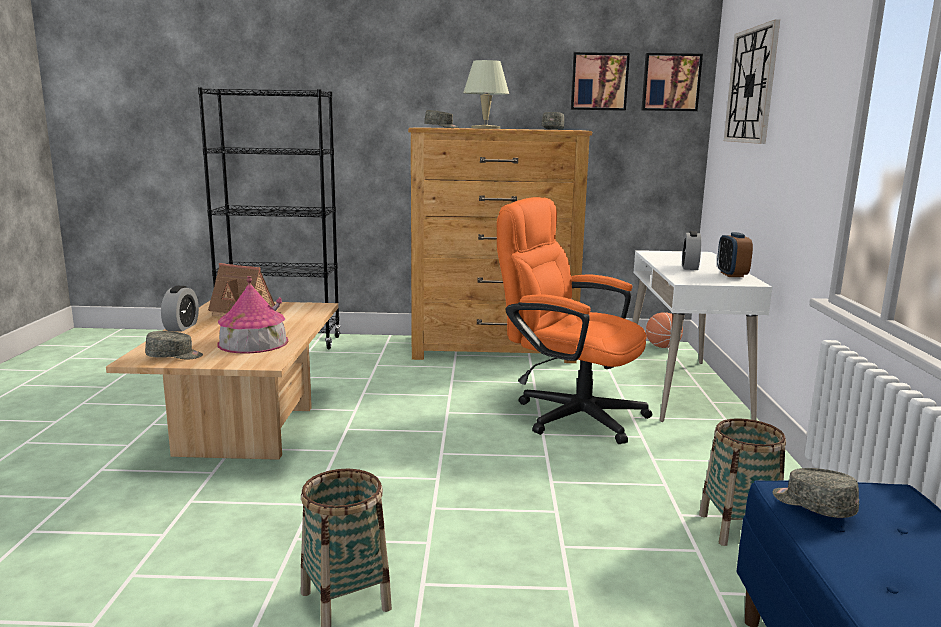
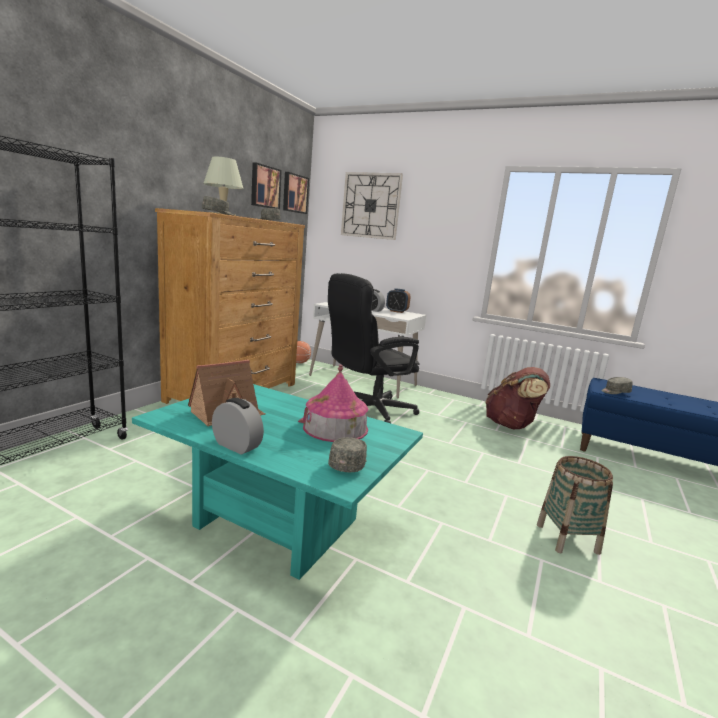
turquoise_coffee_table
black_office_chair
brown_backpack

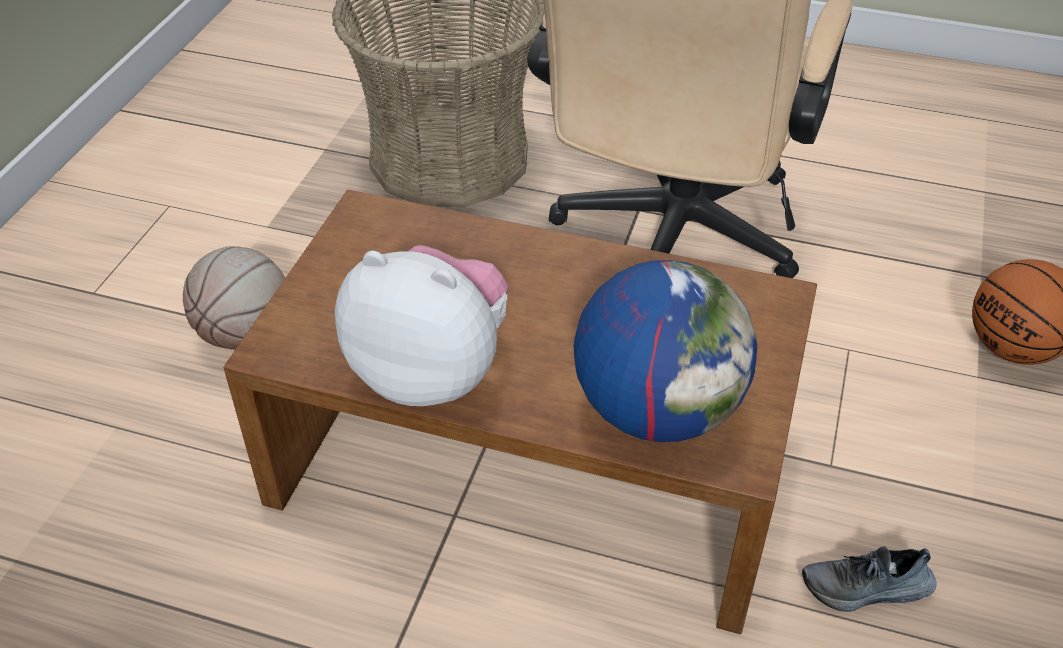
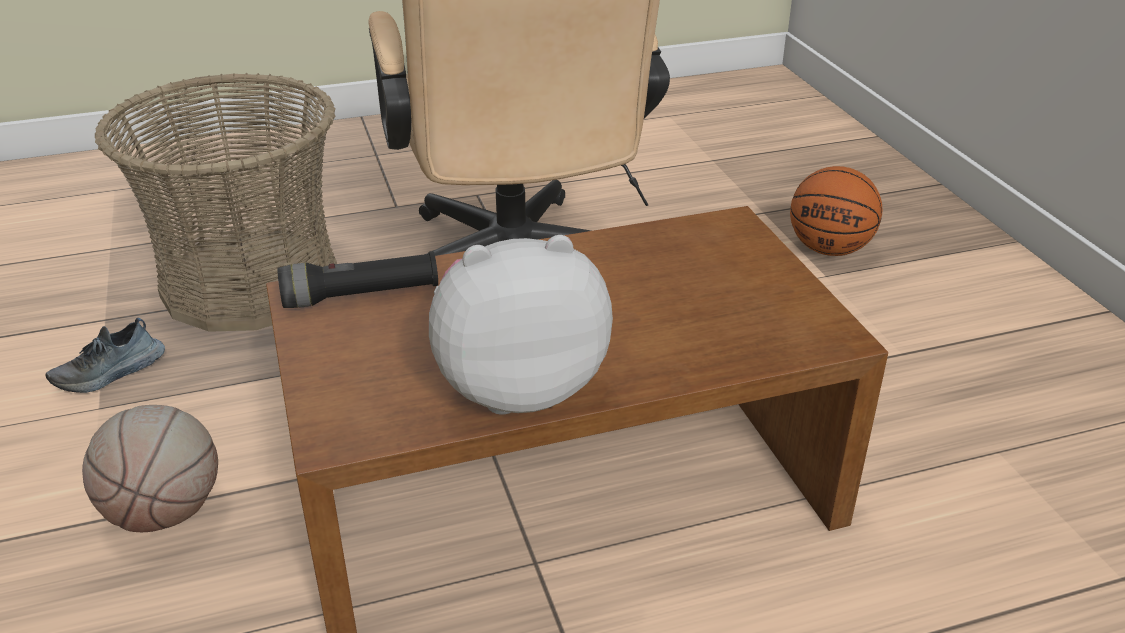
shoe
black_flashlight
globe

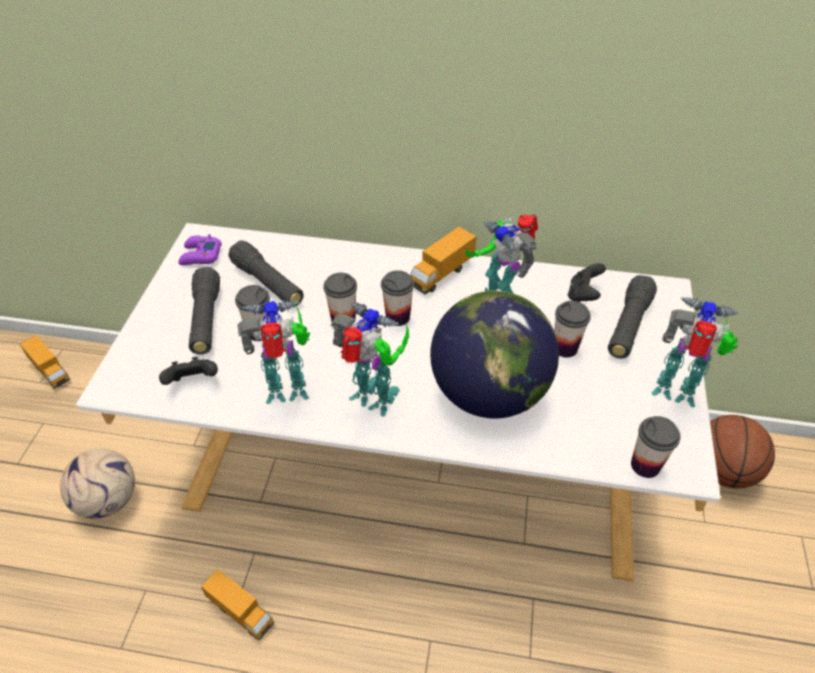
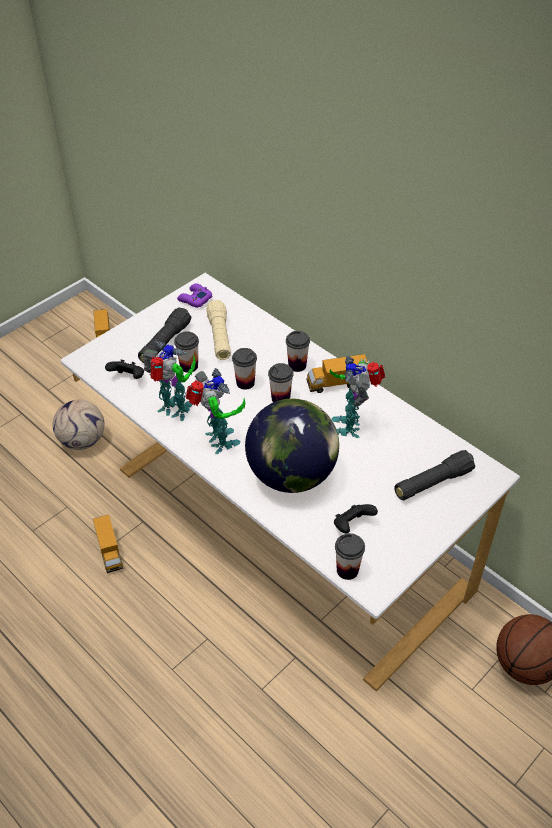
beige_flashlight
cup (4th from left)
black_game_controller (2nd from left)
toy_robot (4th from left in the first image)

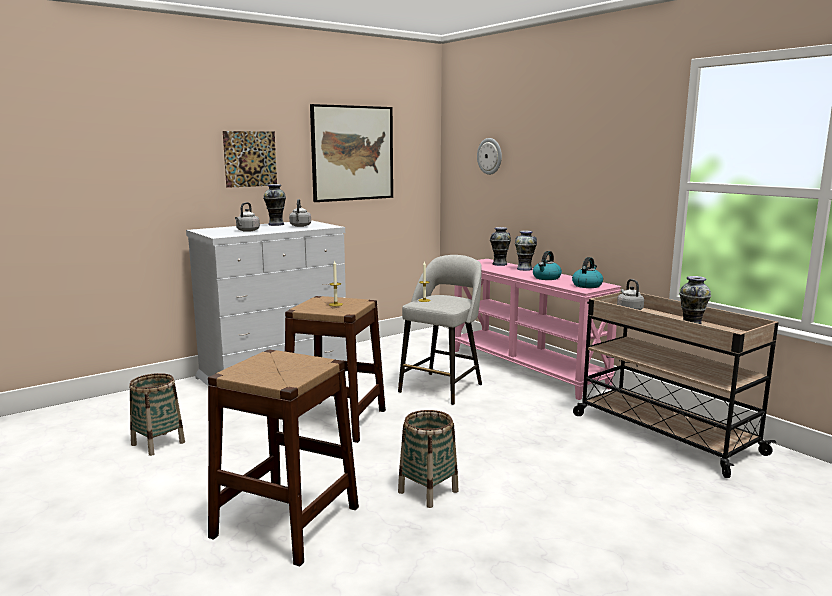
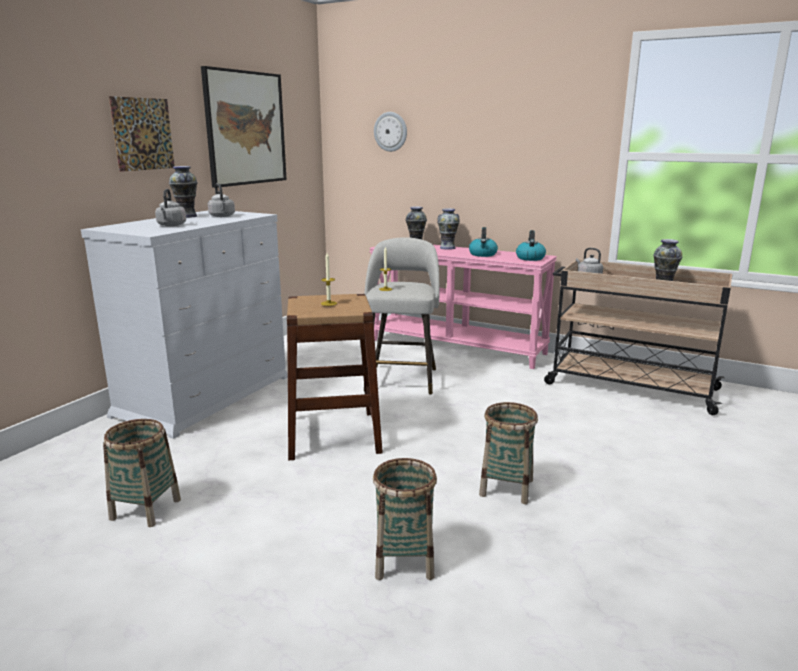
basket (2nd from left)

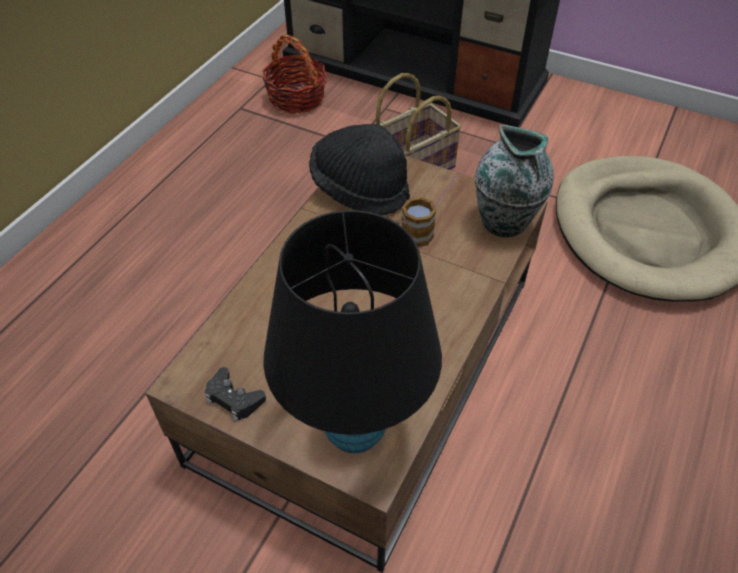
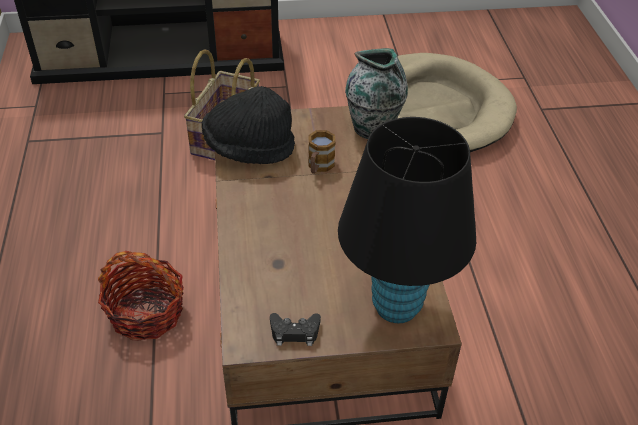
basket (1st from left)

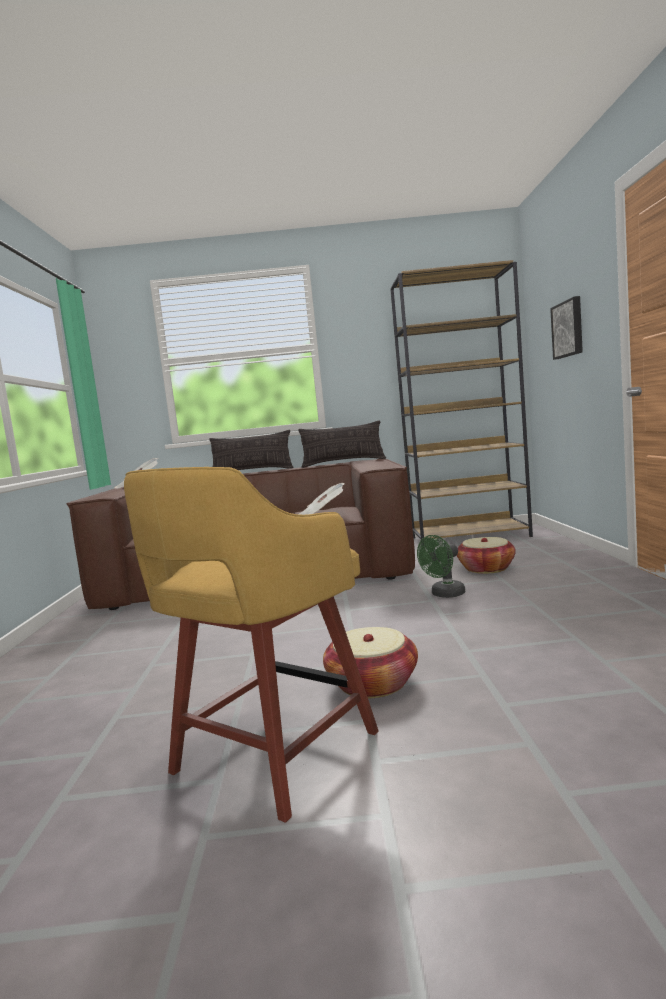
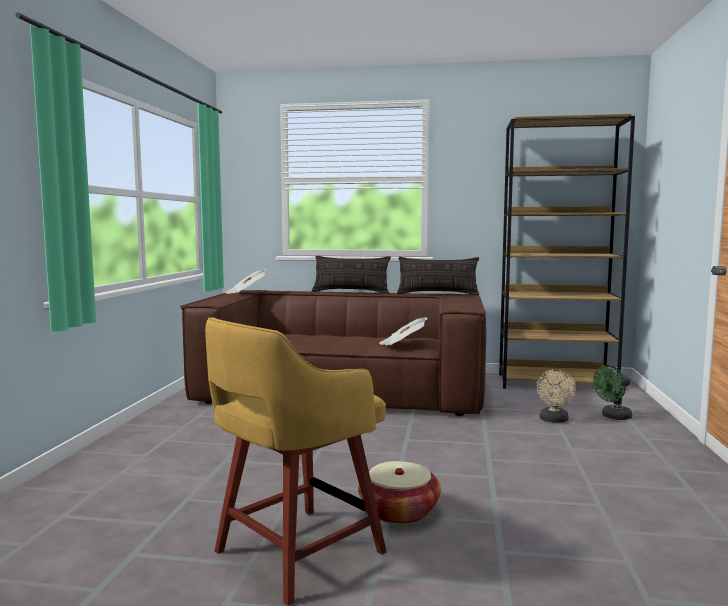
beige_fan
green_fan
picture

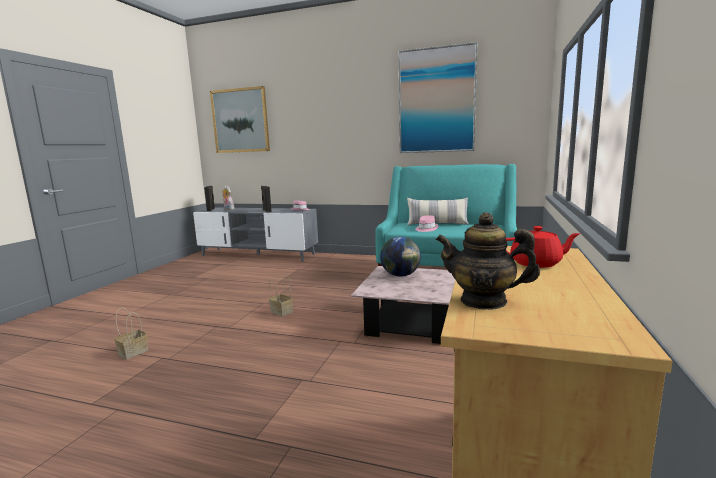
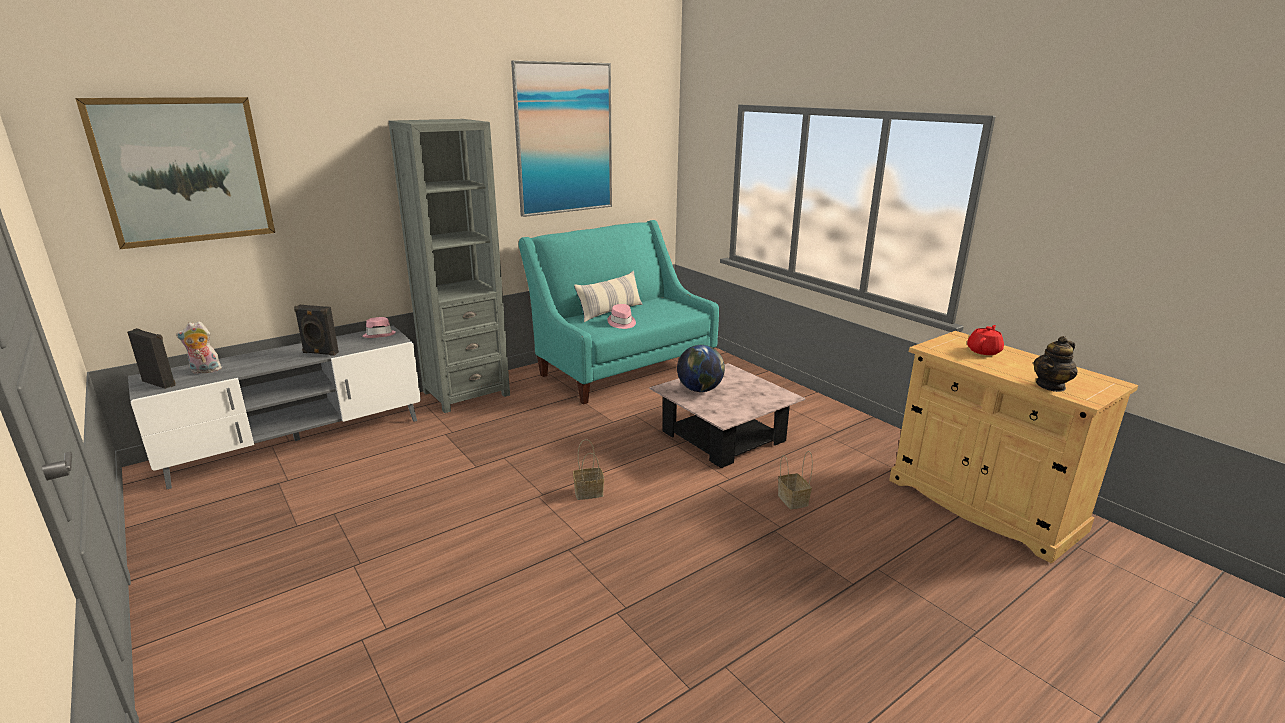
grey_bookcase
basket (2nd from left)

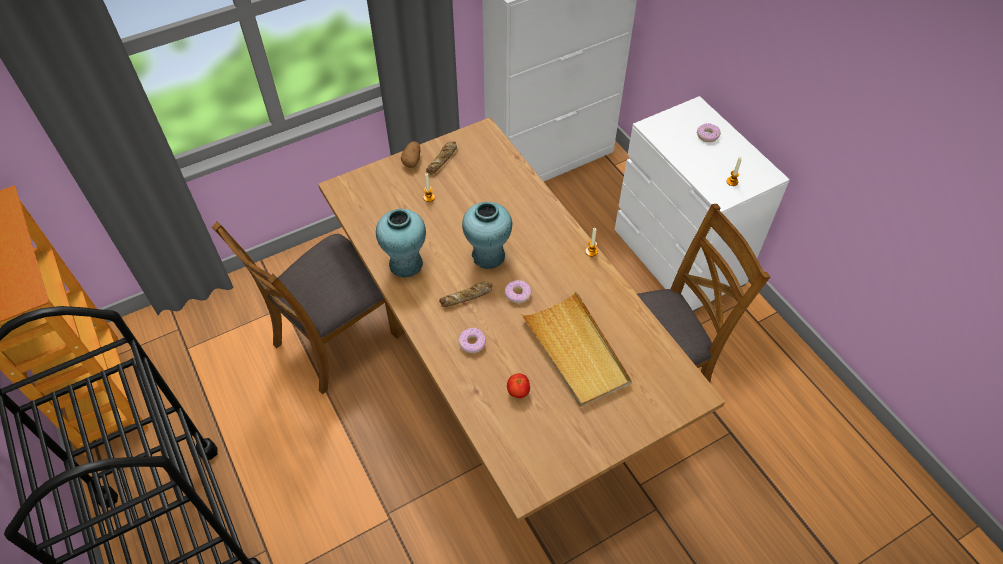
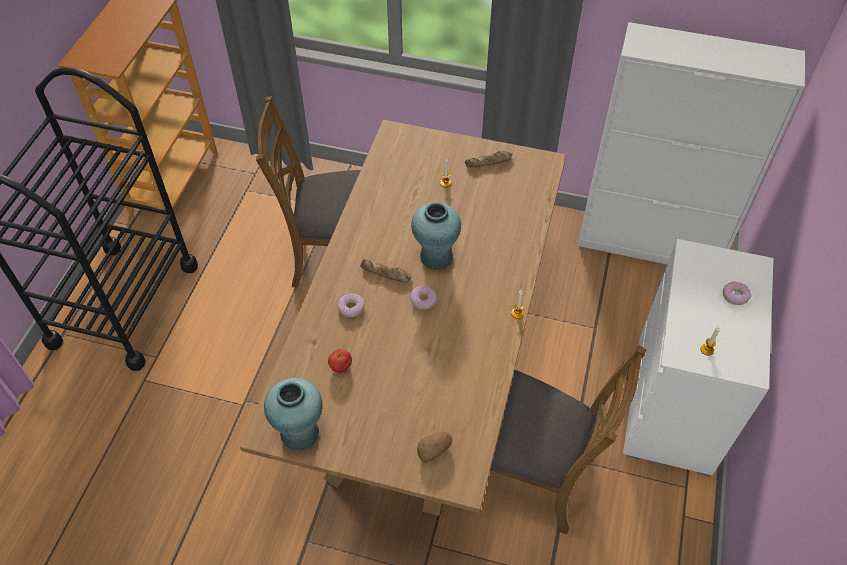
turquoise_vase (1st from left)
potato
beige_tray

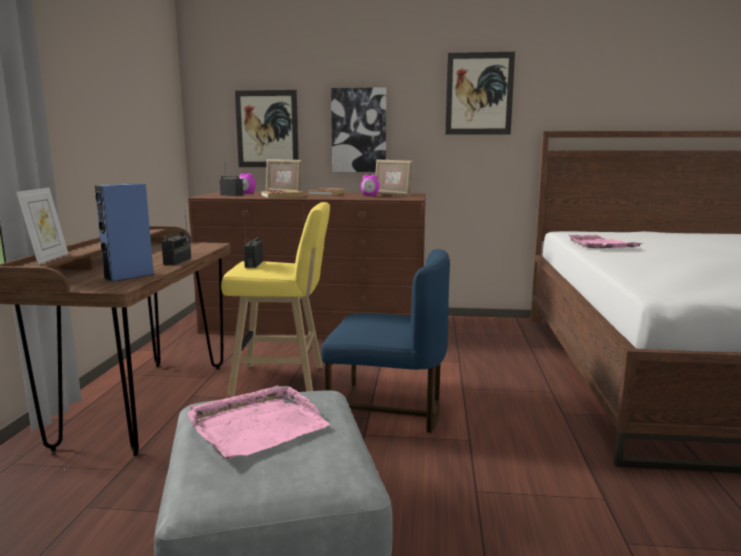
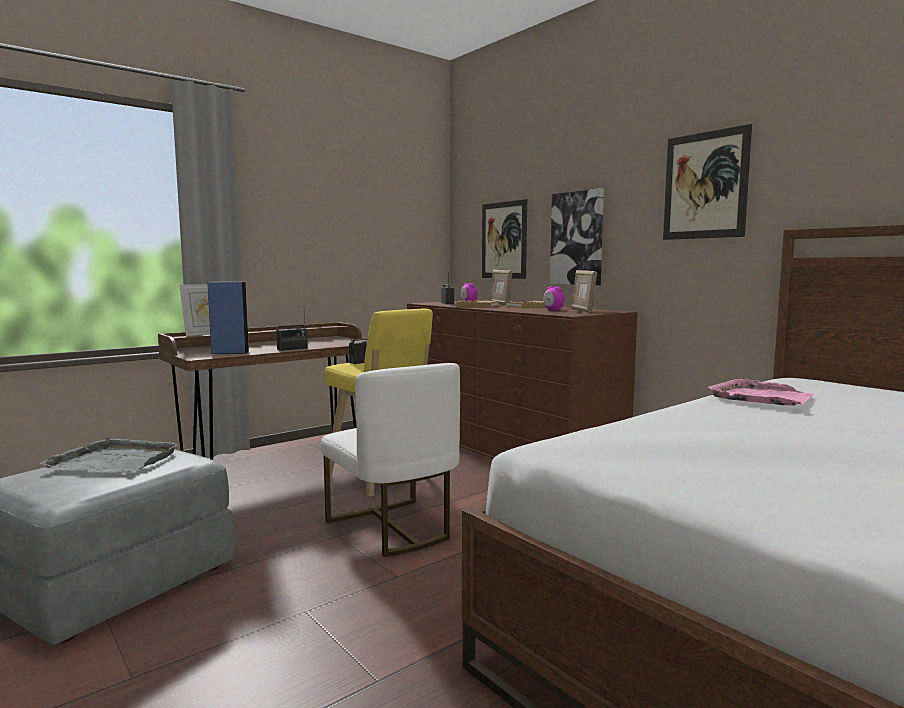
grey_tray
white_chair

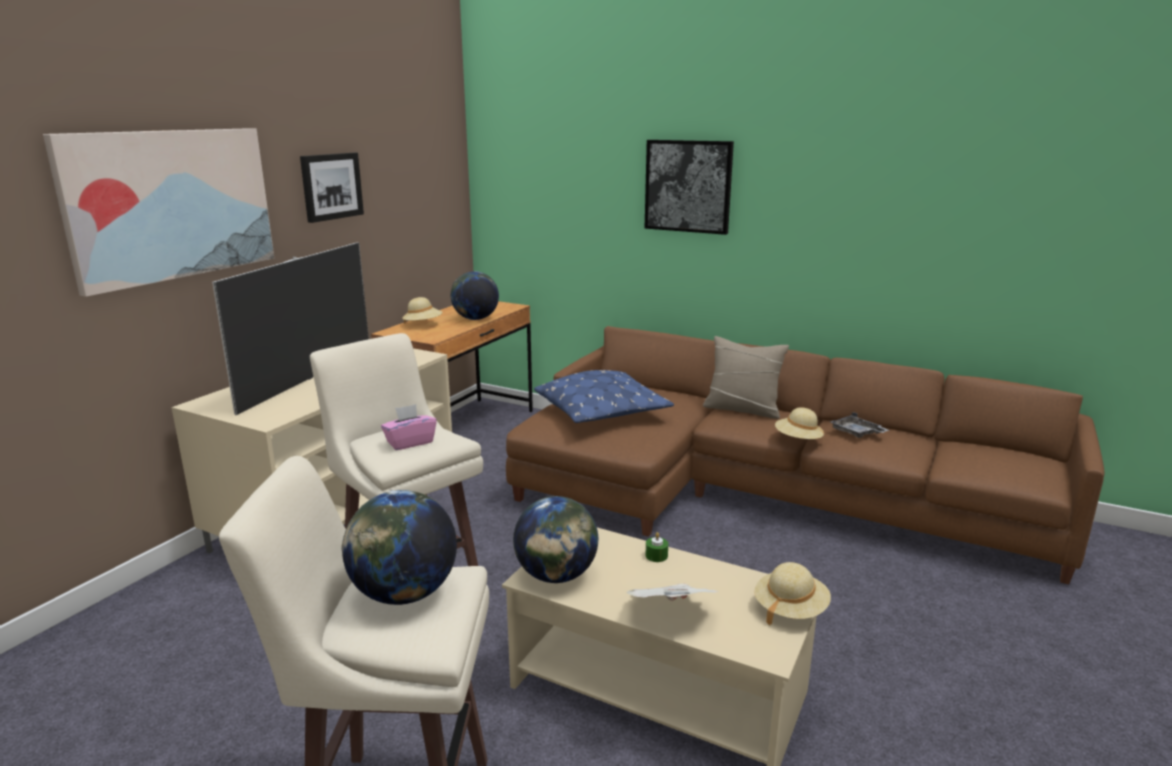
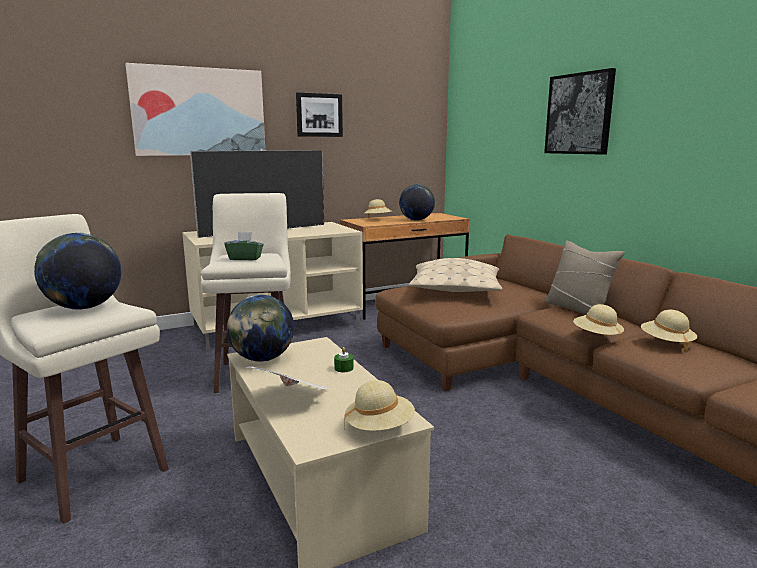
green_tissue_box
beige_pillow (1st from left)
beige_hat (4th from left)

